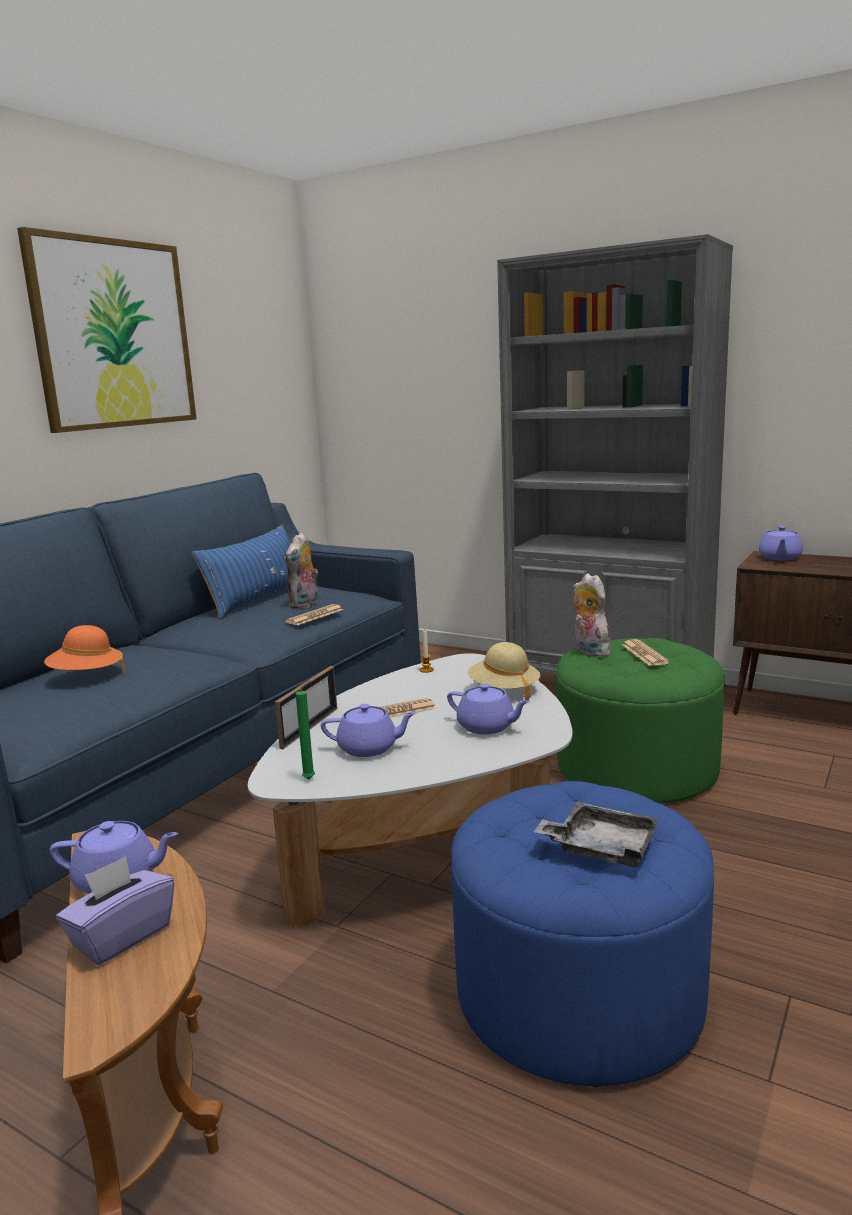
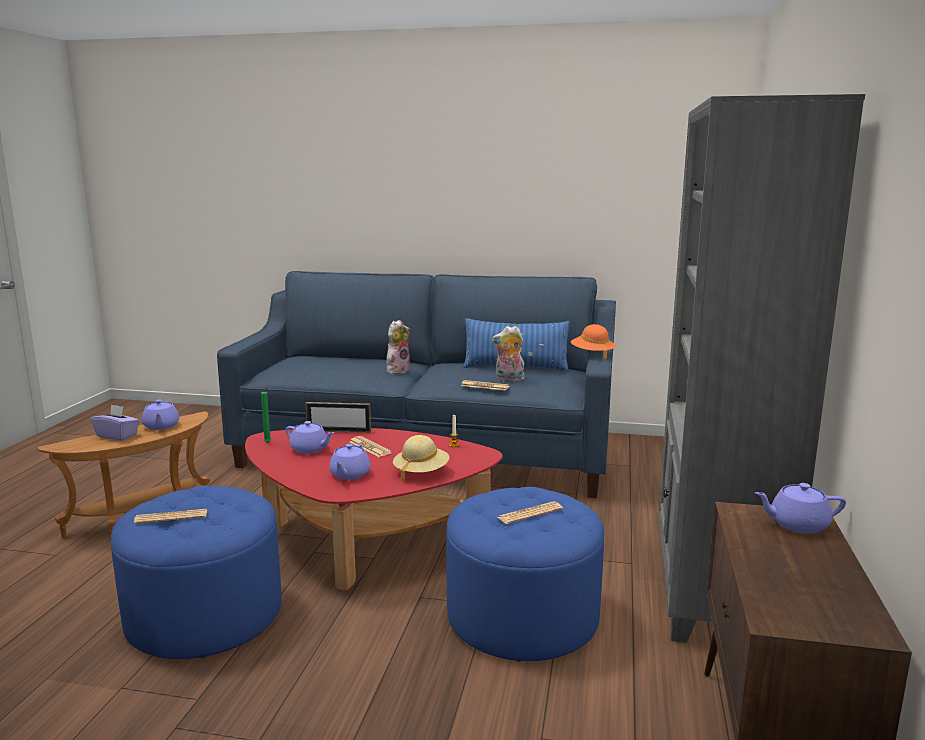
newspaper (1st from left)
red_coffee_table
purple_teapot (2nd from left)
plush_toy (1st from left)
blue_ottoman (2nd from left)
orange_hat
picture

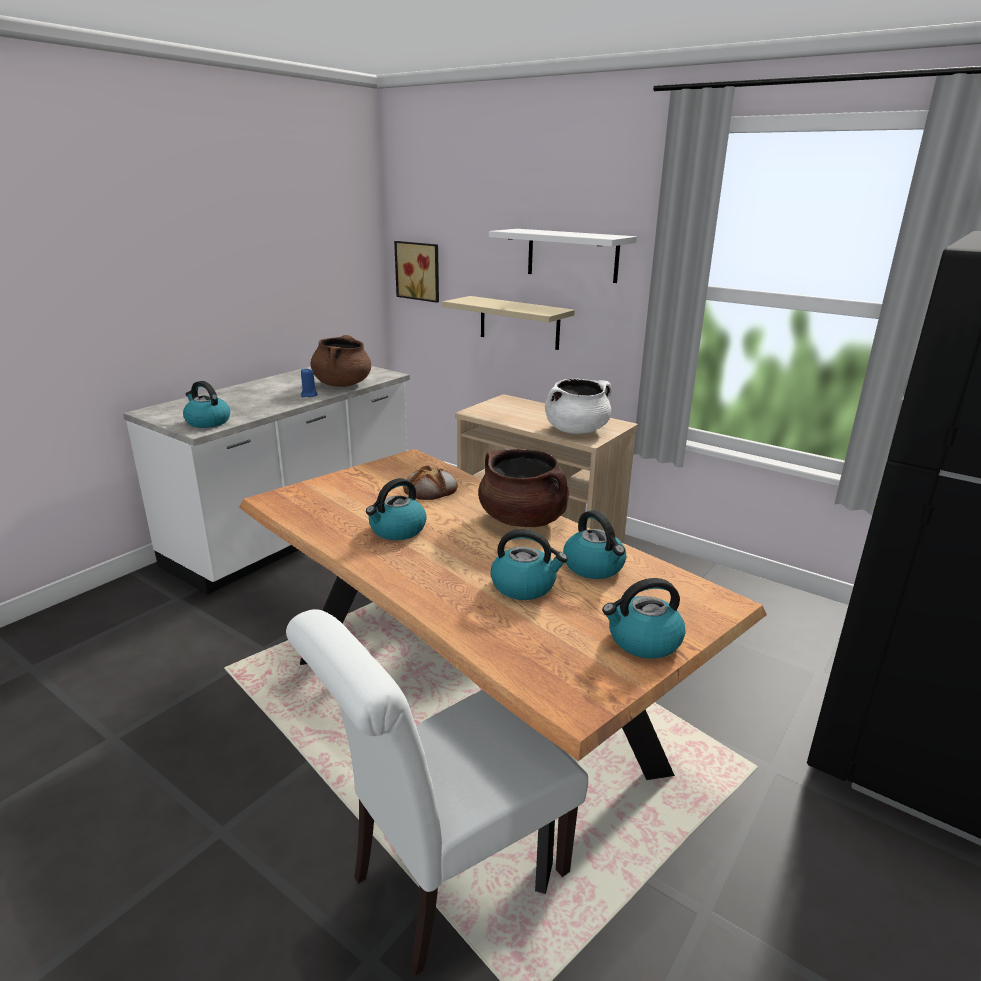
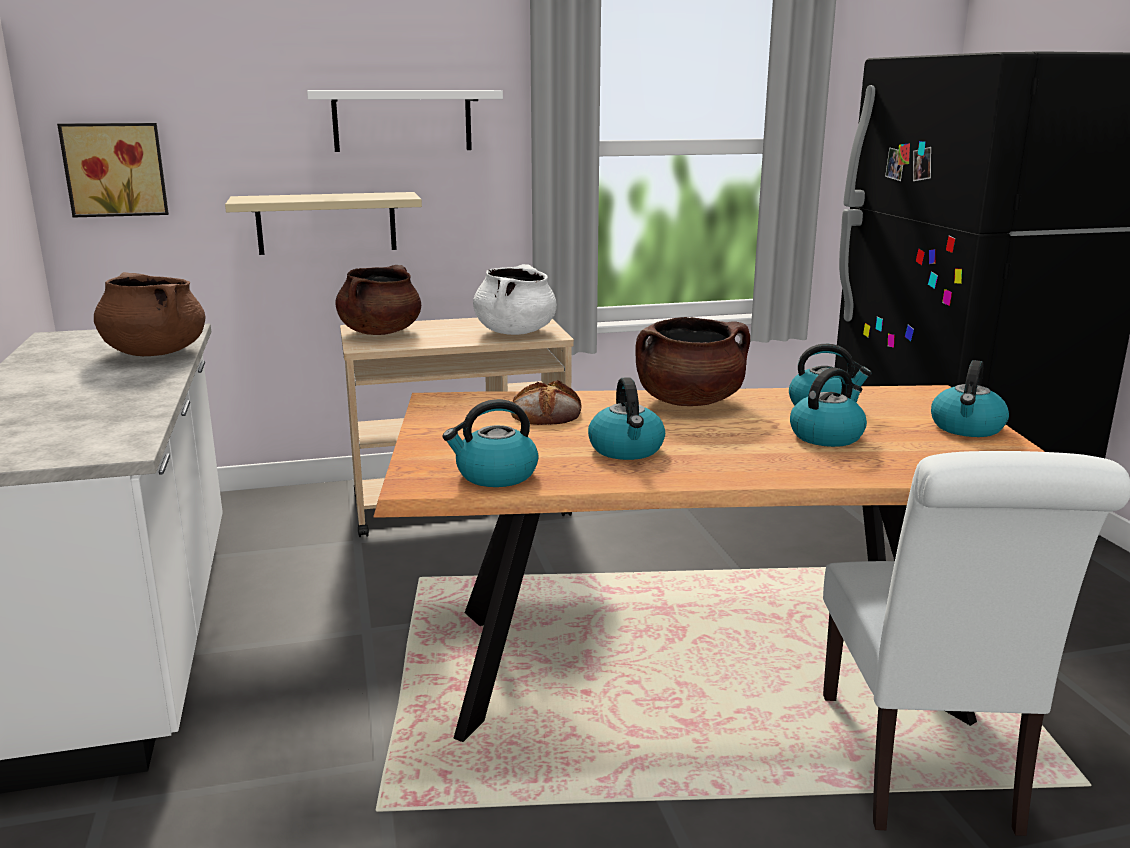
brown_cooking_pot (2nd from left)
kettle (1st from left)
blue_candle

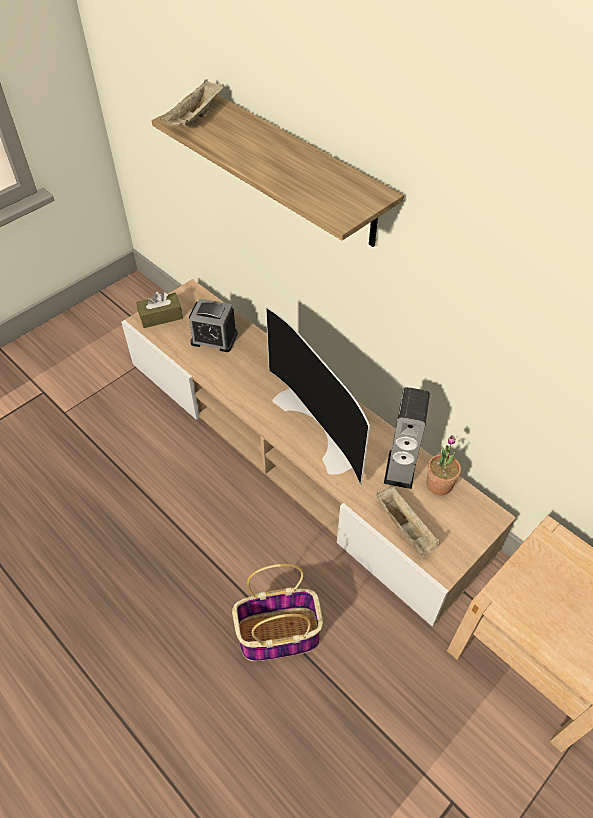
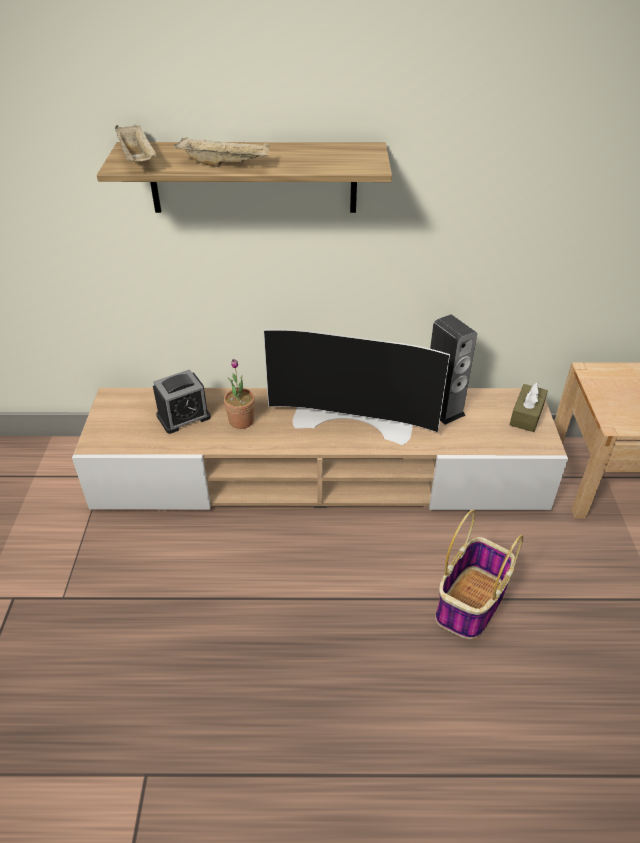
beige_tray (2nd from left)
potted_plant
brown_tissue_box

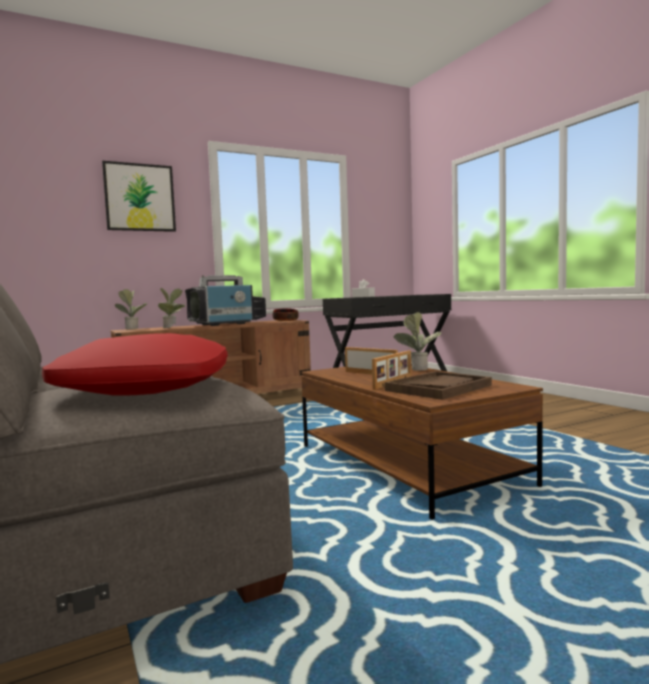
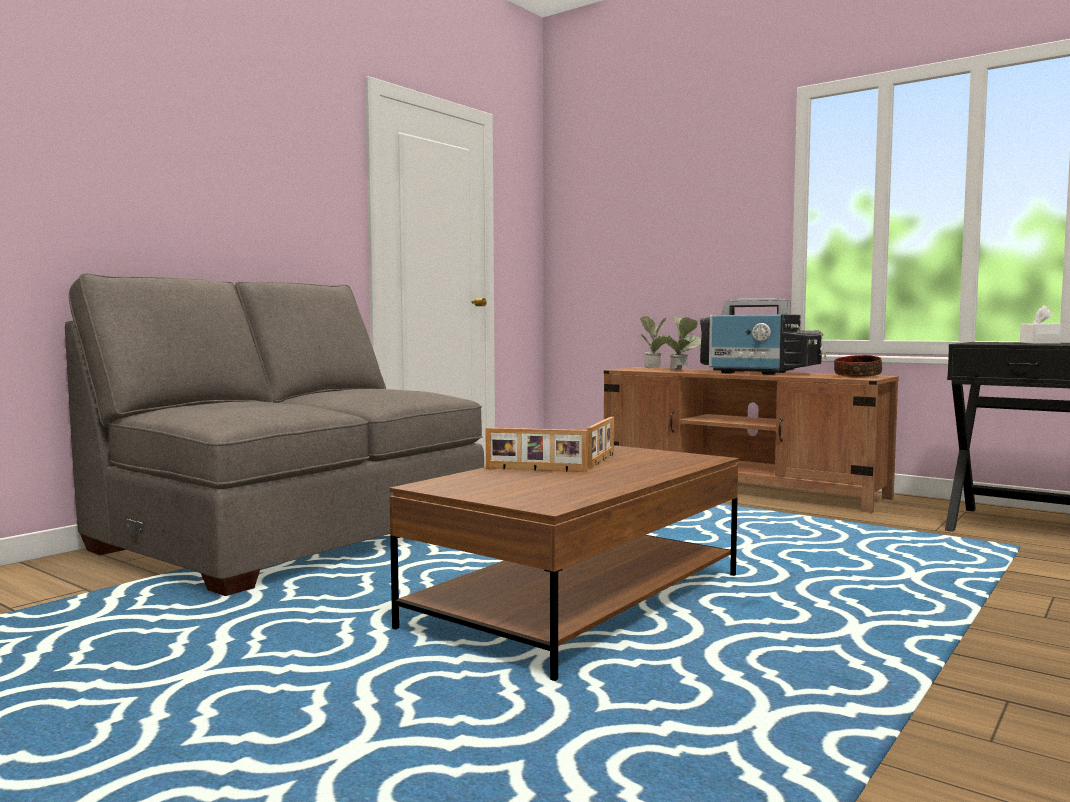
red_pillow
picture
brown_tray
potted_plant (3rd from left in the first image)

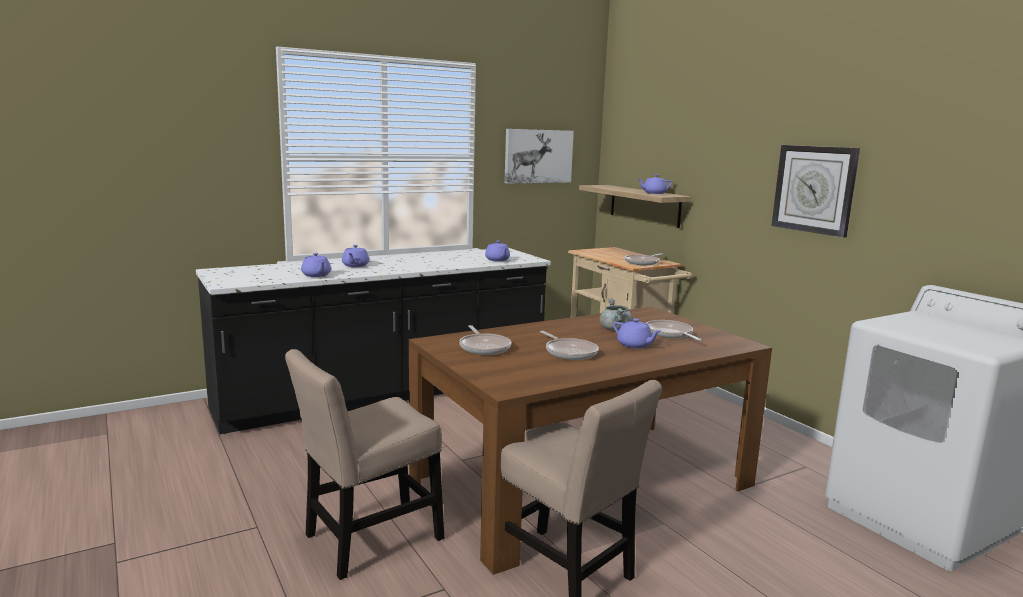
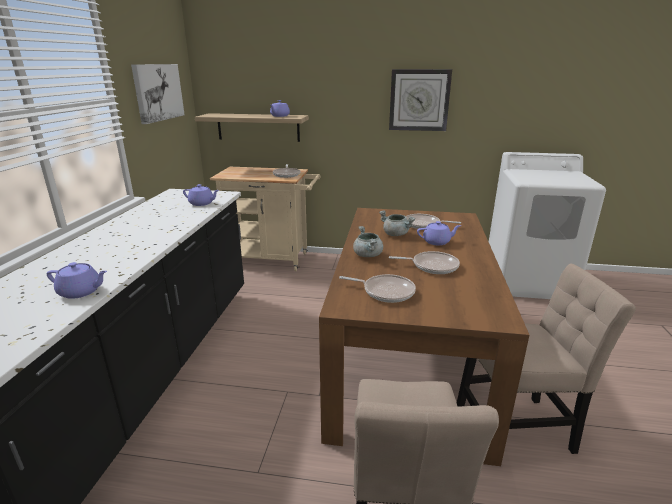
grey_cooking_pot (1st from left)
purple_teapot (2nd from left in the first image)

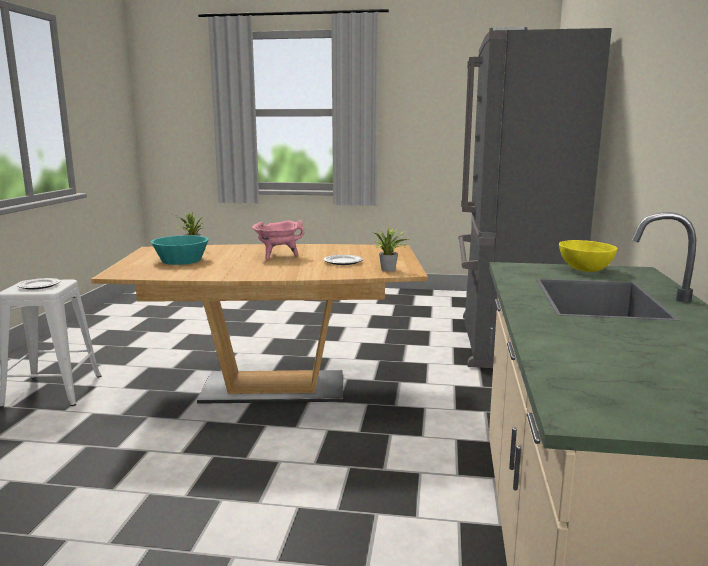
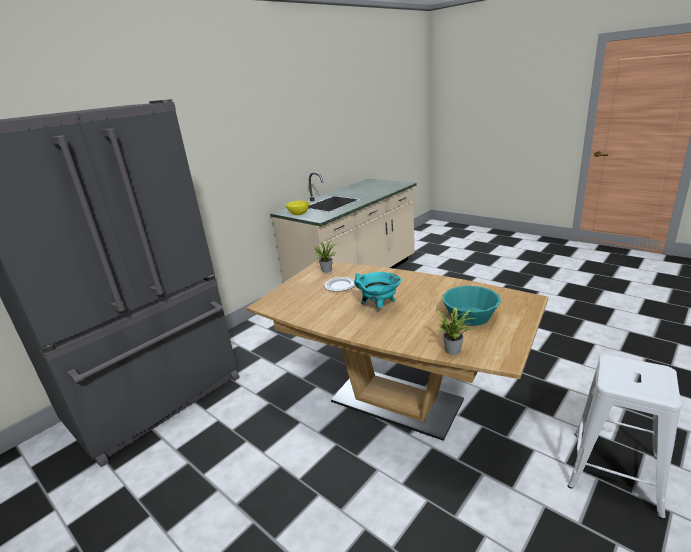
turquoise_cooking_pot
plate (1st from left in the first image)

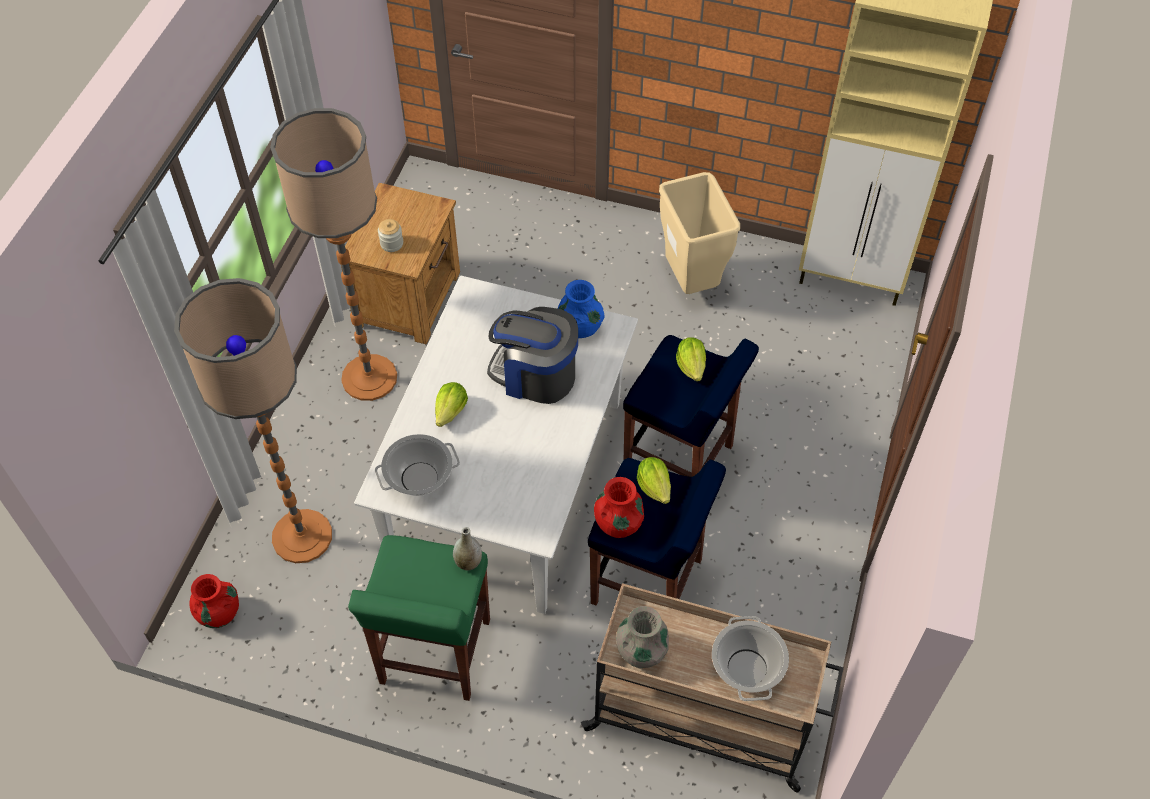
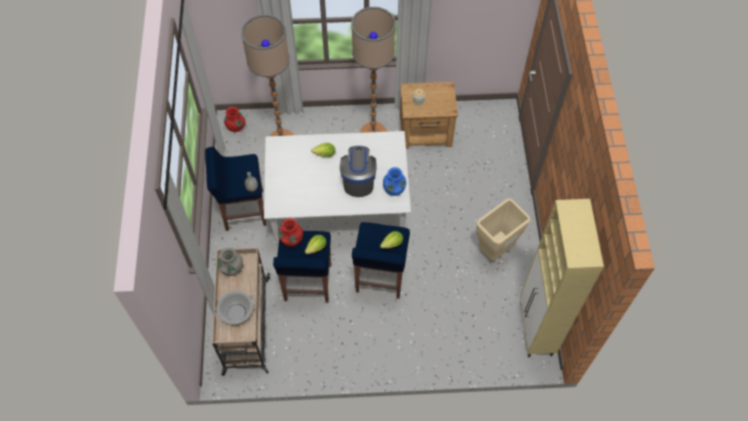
blue_stool (1st from left)
cooking_pot (1st from left in the first image)

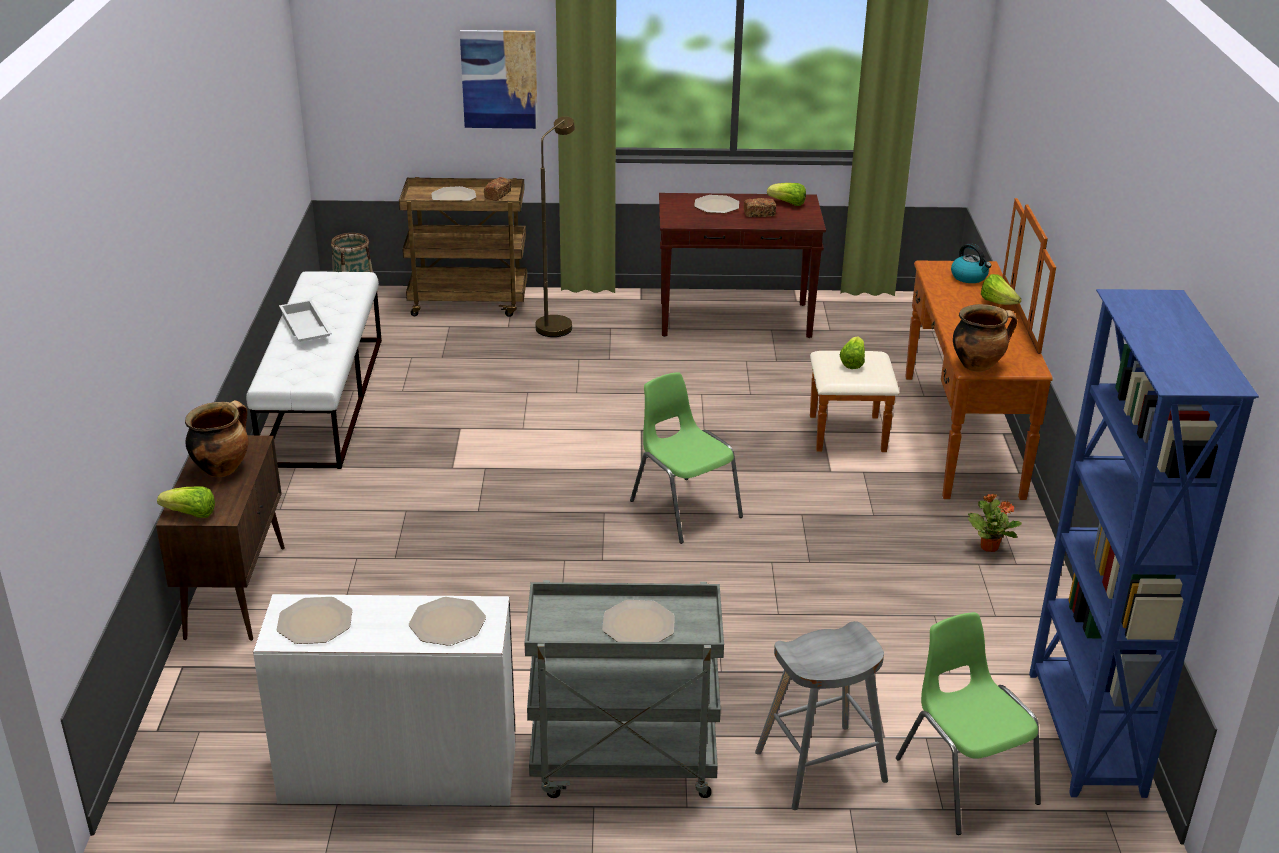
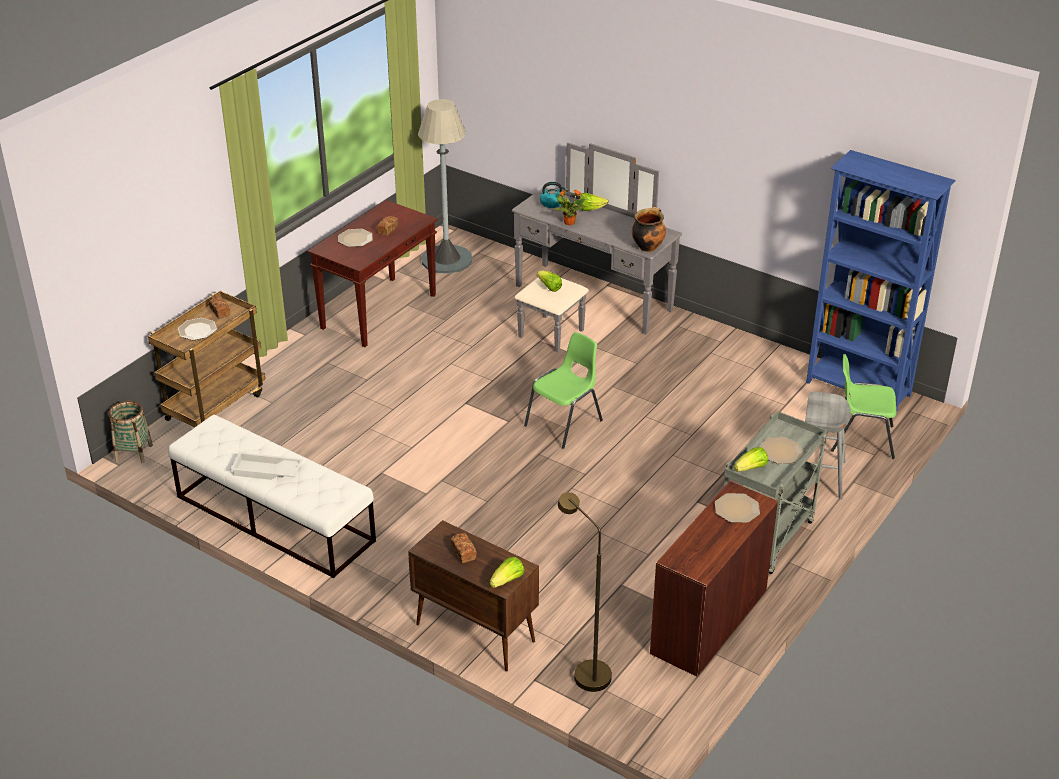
grey_floor_lamp
bread (3rd from left)
grey_dresser
green_chair (1st from left)
potted_plant
brown_floor_lamp
brown_desk
lettuce (4th from left)
plate (1st from left in the first image)
picture

